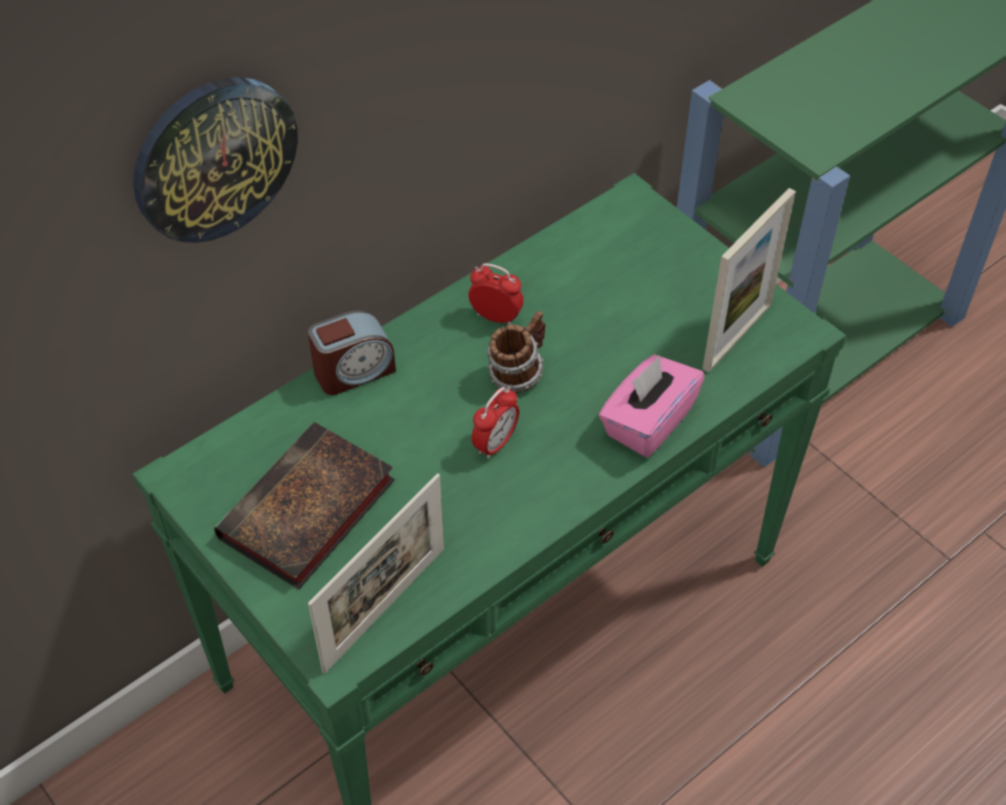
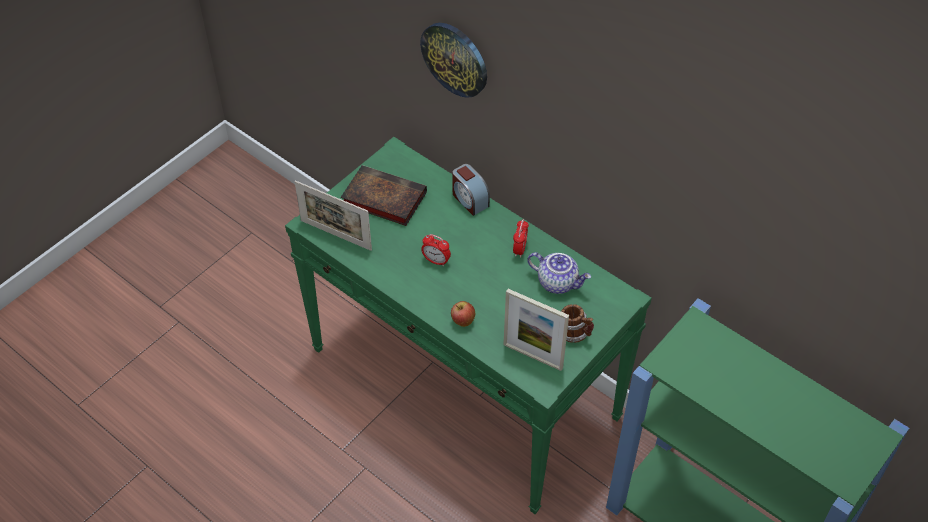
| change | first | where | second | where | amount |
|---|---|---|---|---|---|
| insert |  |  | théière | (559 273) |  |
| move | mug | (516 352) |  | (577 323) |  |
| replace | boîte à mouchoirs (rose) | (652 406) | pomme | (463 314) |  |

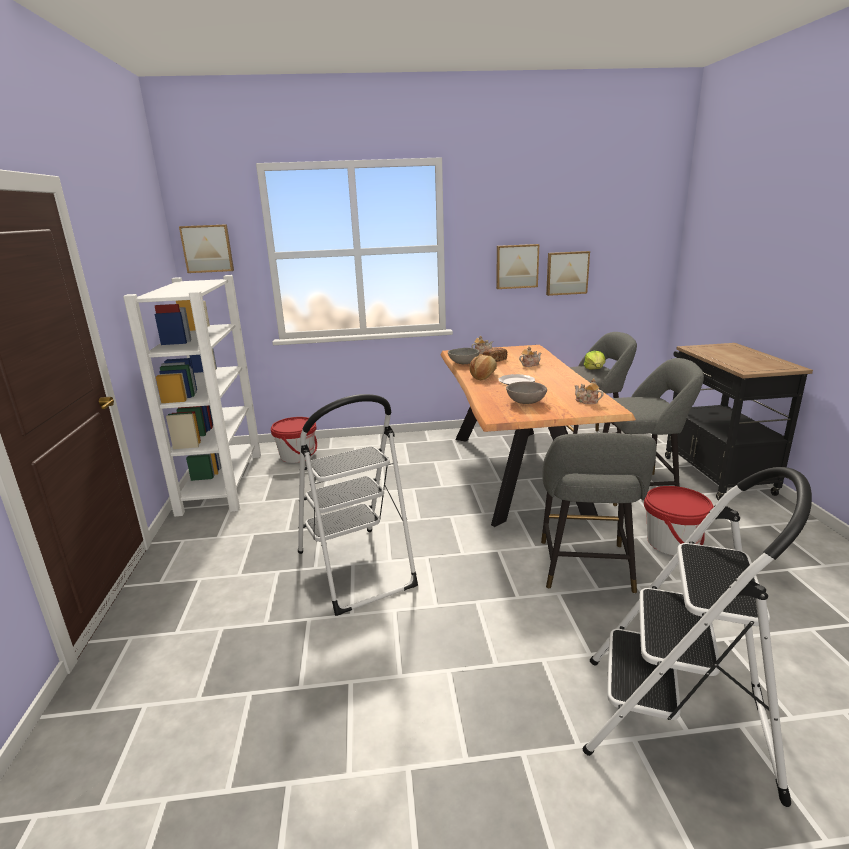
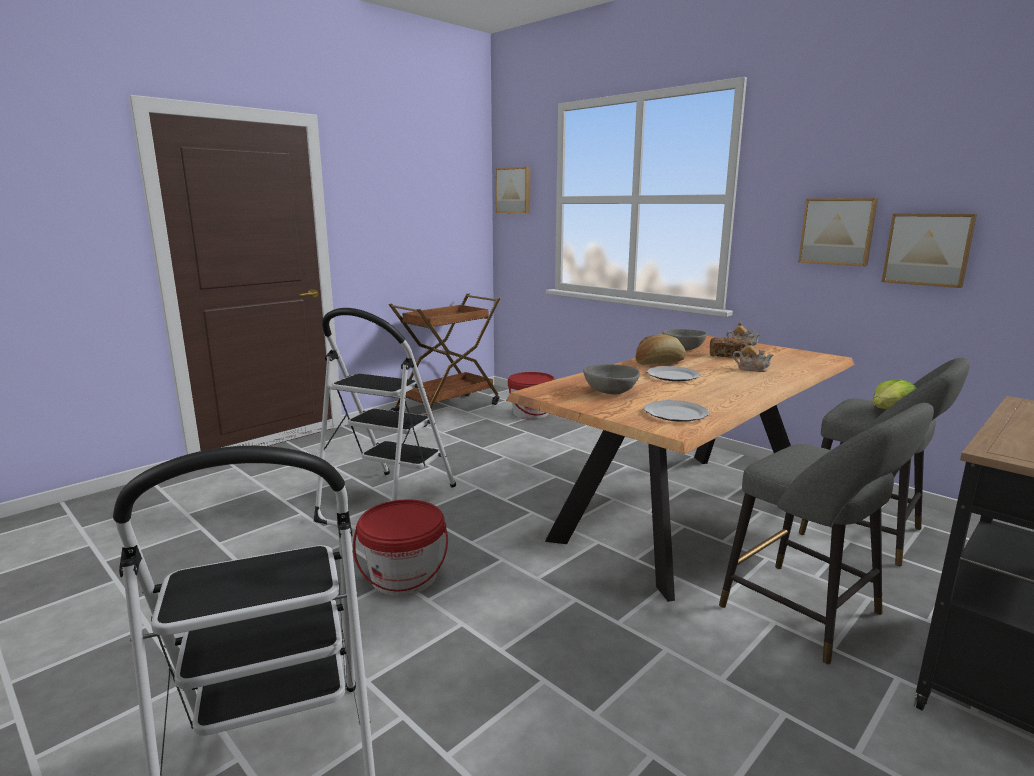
| change | first | where | second | where | amount |
|---|---|---|---|---|---|
| delete | tabouret (gris) | (598 513) |  |  |  |
| move | seau (rouge) | (679 521) |  | (400 547) |  |
| replace | bibliothèque (blanc) | (192 396) | chariot (marron) | (444 360) |  |
| replace | théière | (589 391) | assiette | (676 411) |  |

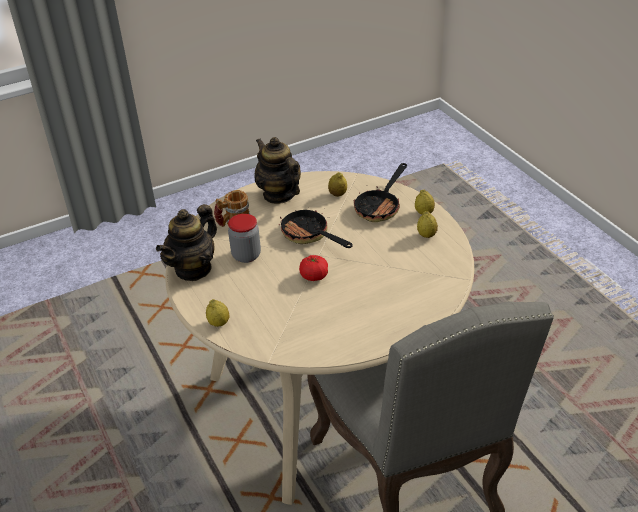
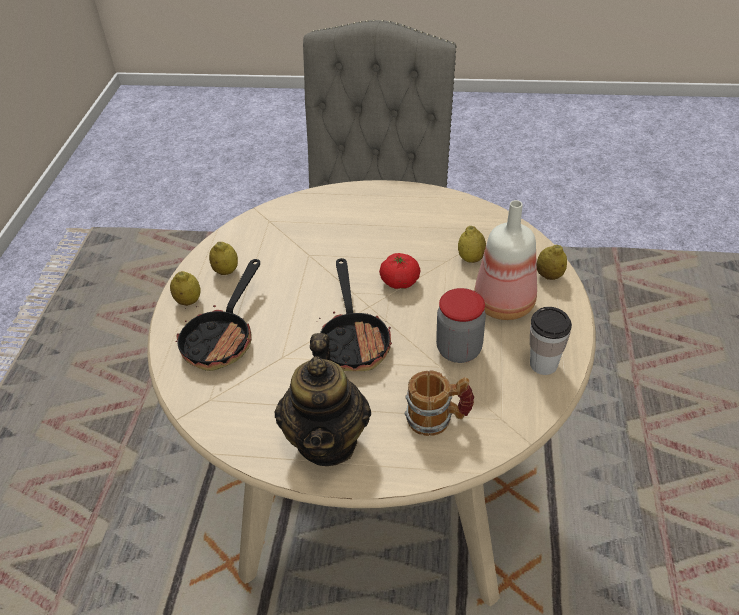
| change | first | where | second | where | amount |
|---|---|---|---|---|---|
| insert |  |  | bouteille | (505 260) |  |
| move | citron | (337 184) |  | (472 244) |  |
| replace | théière | (186 242) | tasse | (551 341) |  |
| rotate | poêle | (380 192) |  | (217 315) | 135 degrees clockwise |

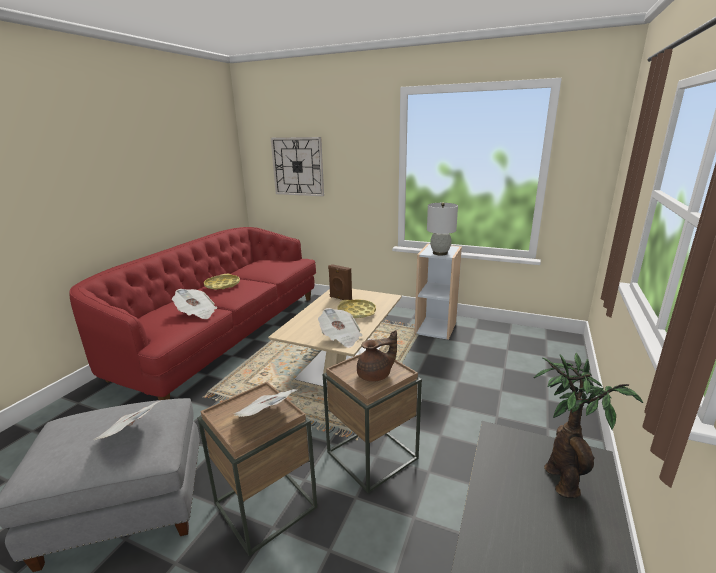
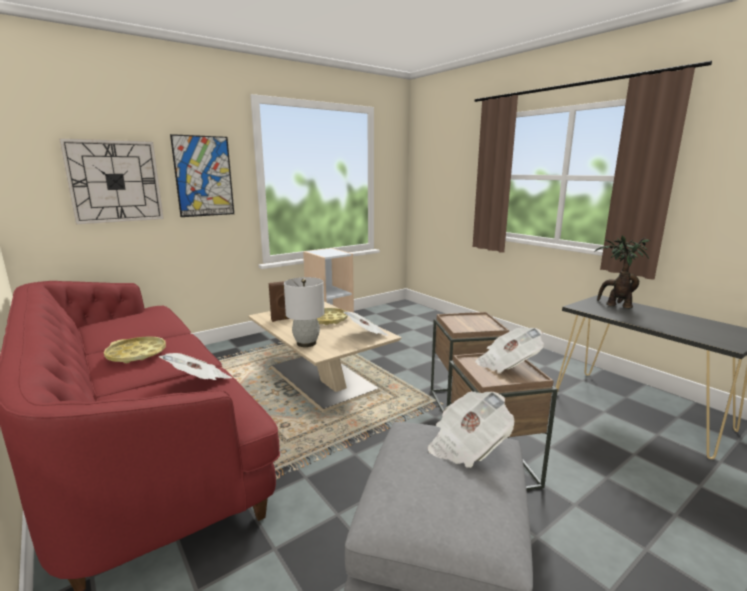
| change | first | where | second | where | amount |
|---|---|---|---|---|---|
| delete | théière (marron) | (377 356) |  |  |  |
| insert |  |  | tableau | (202 175) |  |
| move | lampe de table (blanc) | (442 229) |  | (304 312) |  |

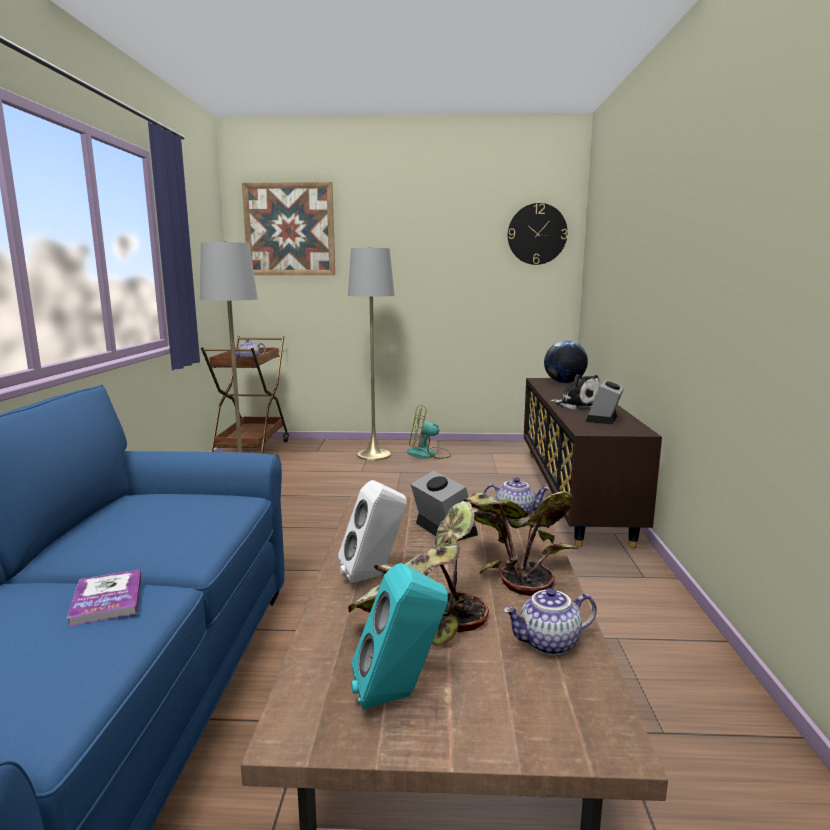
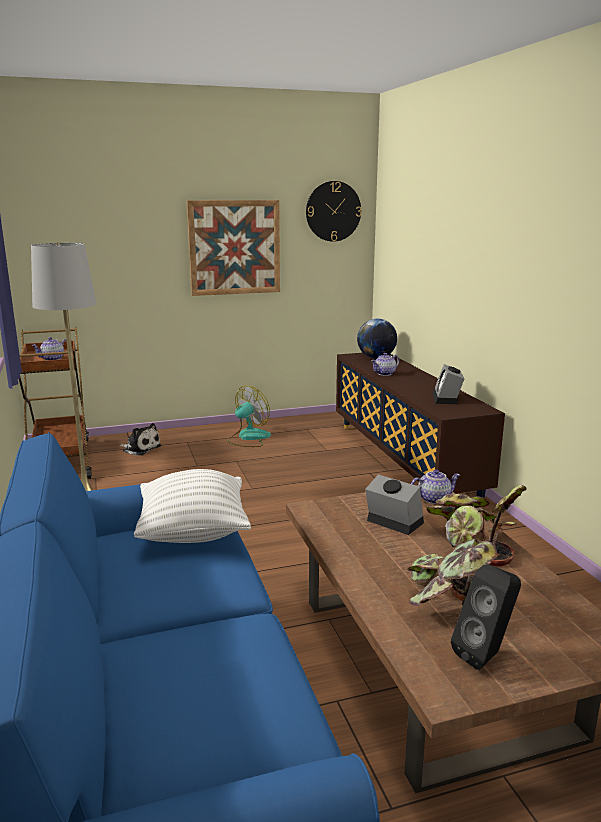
| change | first | where | second | where | amount |
|---|---|---|---|---|---|
| delete | livre | (104 597) |  |  |  |
| delete | enceinte (blanc) | (372 531) |  |  |  |
| delete | lampadaire (gris) | (371 354) |  |  |  |
| insert |  |  | coussin (blanc) | (192 506) |  |
| move | tableau | (288 228) |  | (233 248) |  |
| move | théière | (550 622) |  | (385 364) |  |
| move | peluche | (575 392) |  | (140 439) |  |
| recolor | enceinte (turquoise) | (399 636) | enceinte (noir) | (486 617) |  |
| rotate | ventilateur | (429 432) |  | (249 416) | 150 degrees clockwise |

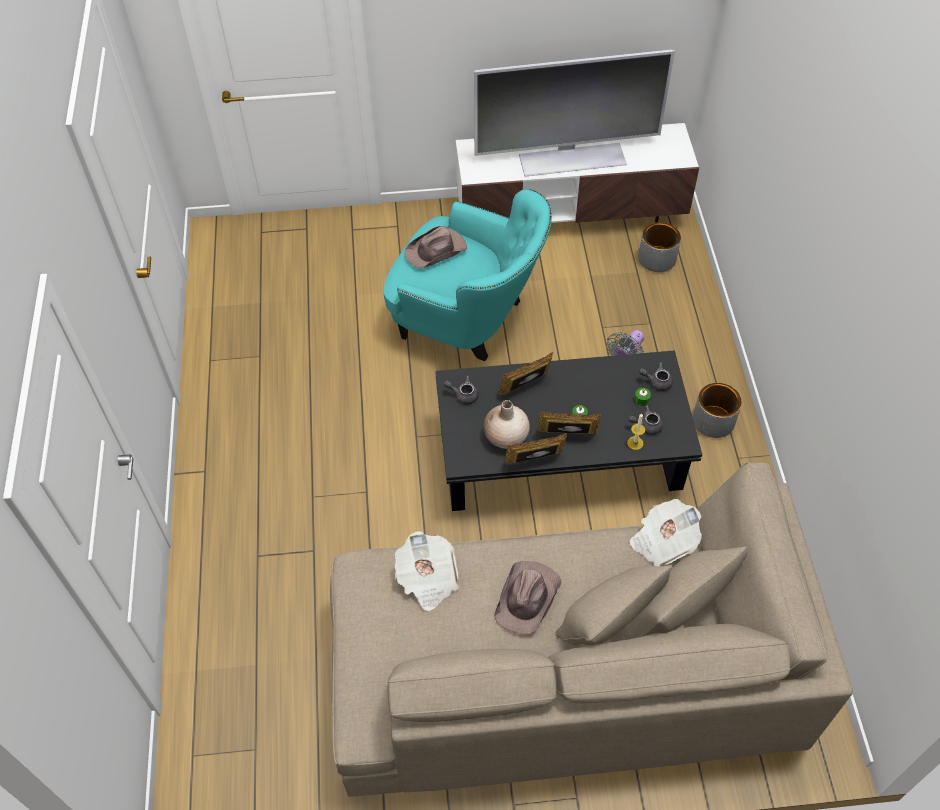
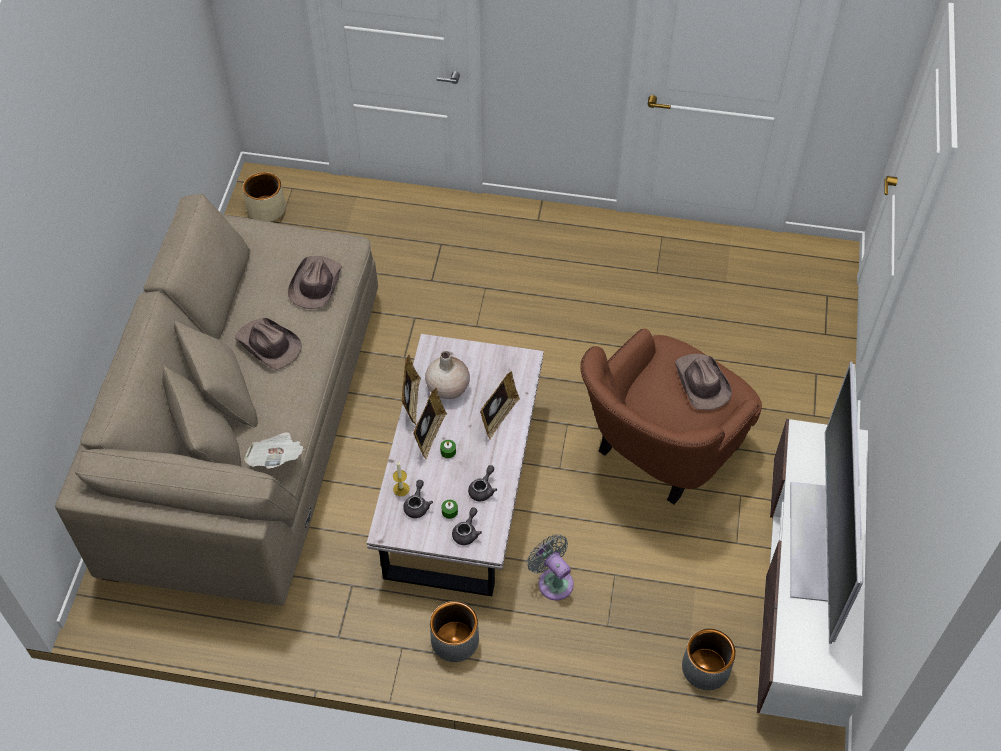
| change | first | where | second | where | amount |
|---|---|---|---|---|---|
| insert |  |  | cache-pot (beige) | (264 197) |  |
| move | théière (gris) | (461 390) |  | (482 483) |  |
| replace | journal | (427 571) | chapeau (marron) | (315 282) |  |
| recolor | fauteuil (turquoise) | (468 275) | fauteuil (marron) | (671 417) |  |
| recolor | table basse (noir) | (568 430) | table basse (blanc) | (455 465) |  |
| rotate | cadre photo | (525 373) |  | (500 405) | 45 degrees clockwise |

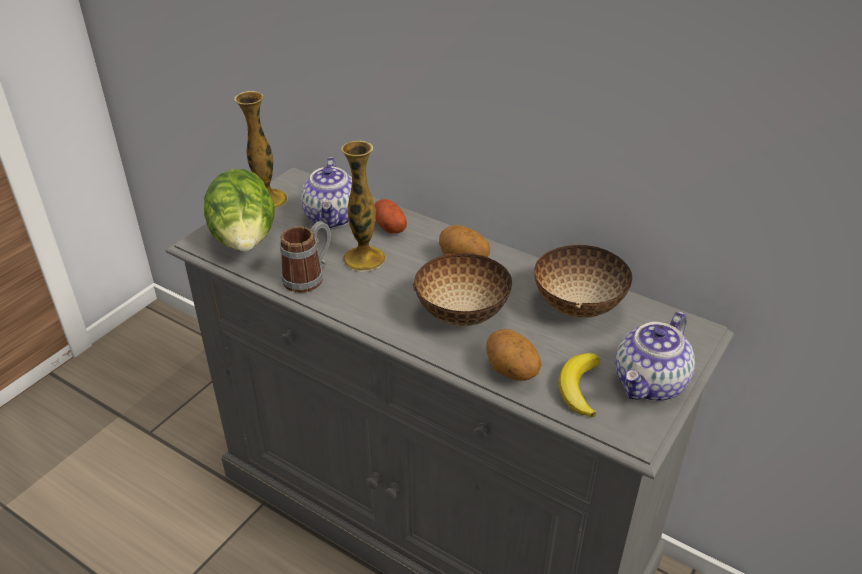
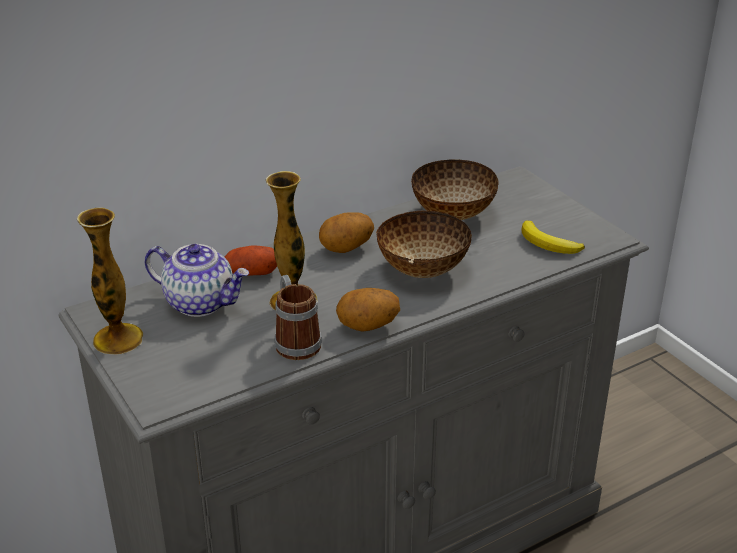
| change | first | where | second | where | amount |
|---|---|---|---|---|---|
| delete | laitue | (239 210) |  |  |  |
| delete | théière | (655 356) |  |  |  |
| move | pomme de terre | (513 355) |  | (368 310) |  |

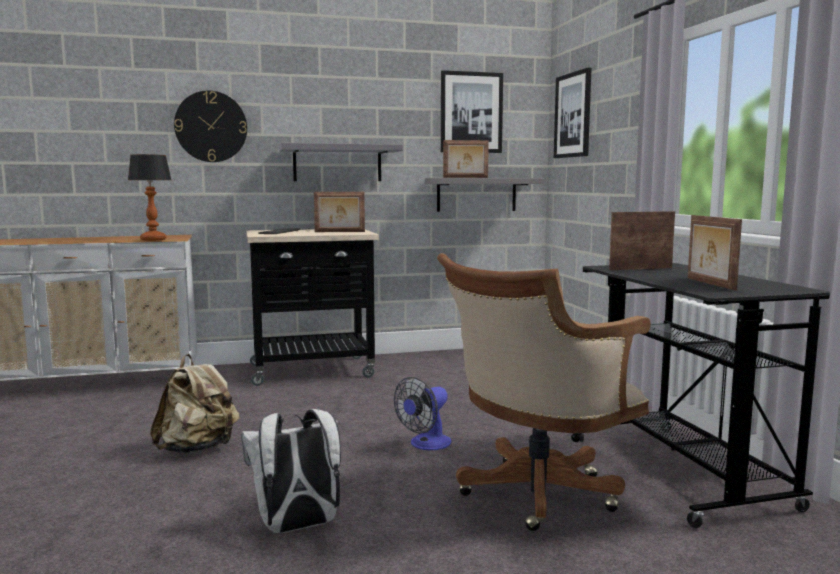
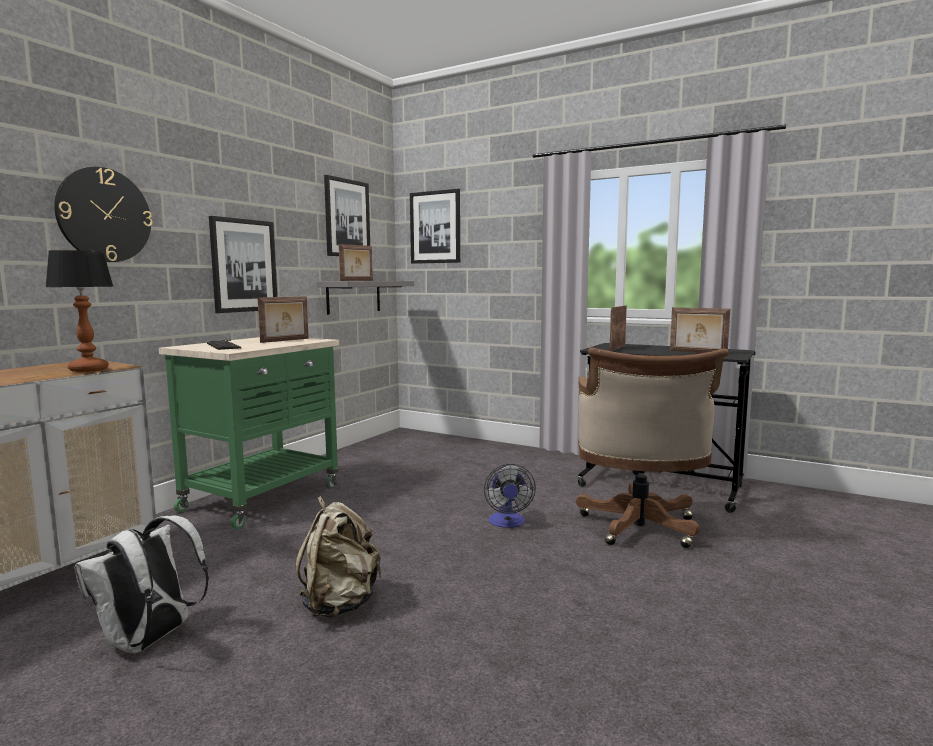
| change | first | where | second | where | amount |
|---|---|---|---|---|---|
| move | sac à dos (blanc) | (291 471) |  | (142 584) |  |
| replace | étagère (gris) | (341 162) | tableau | (243 264) |  |
| recolor | chariot (noir) | (312 307) | chariot (vert) | (249 433) |  |

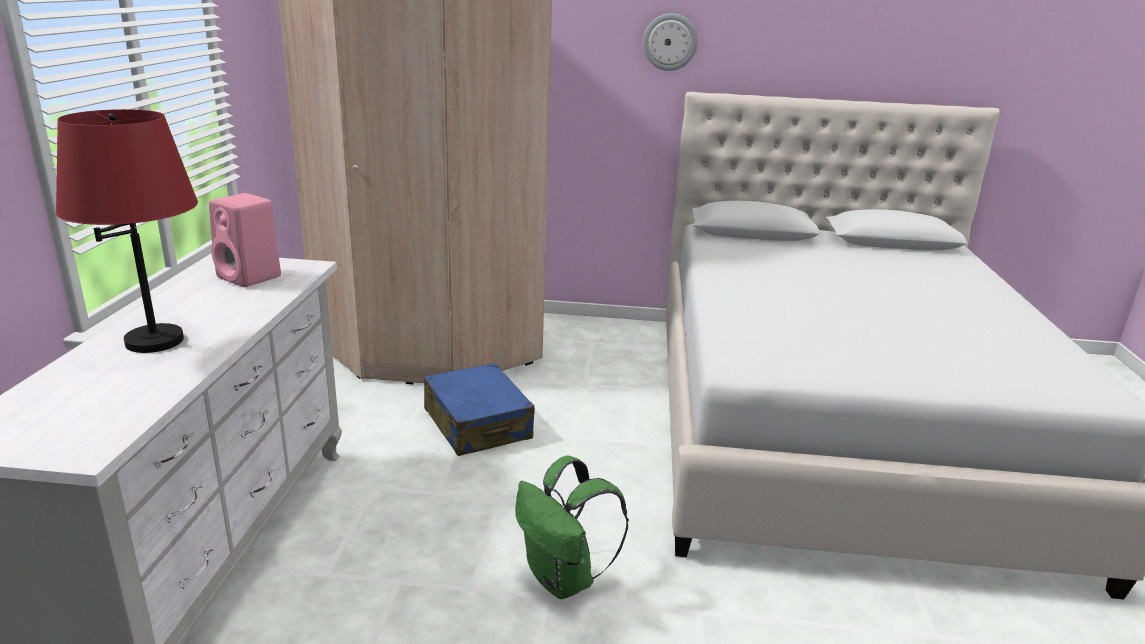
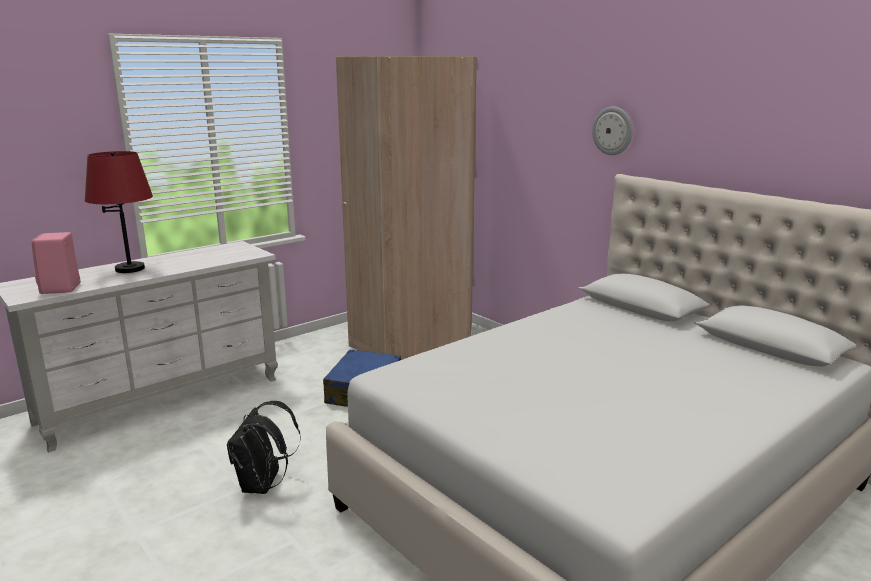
| change | first | where | second | where | amount |
|---|---|---|---|---|---|
| move | enceinte (rose) | (245 240) |  | (56 263) |  |
| recolor | sac à dos (vert) | (572 527) | sac à dos (noir) | (264 447) |  |

